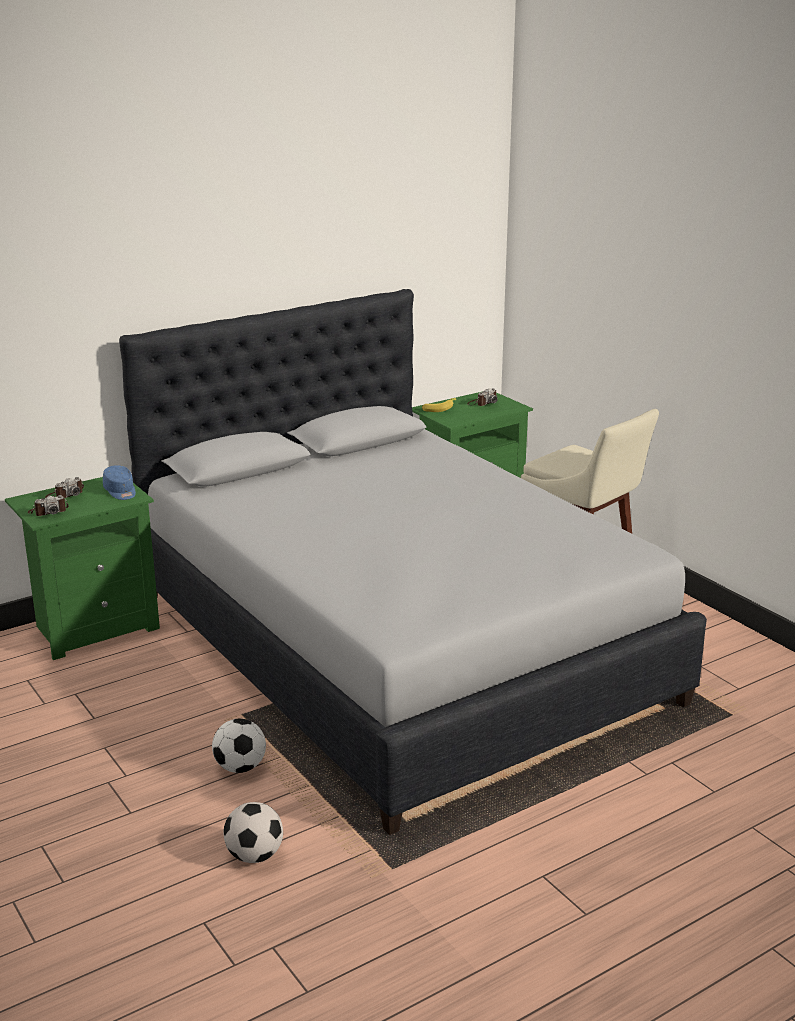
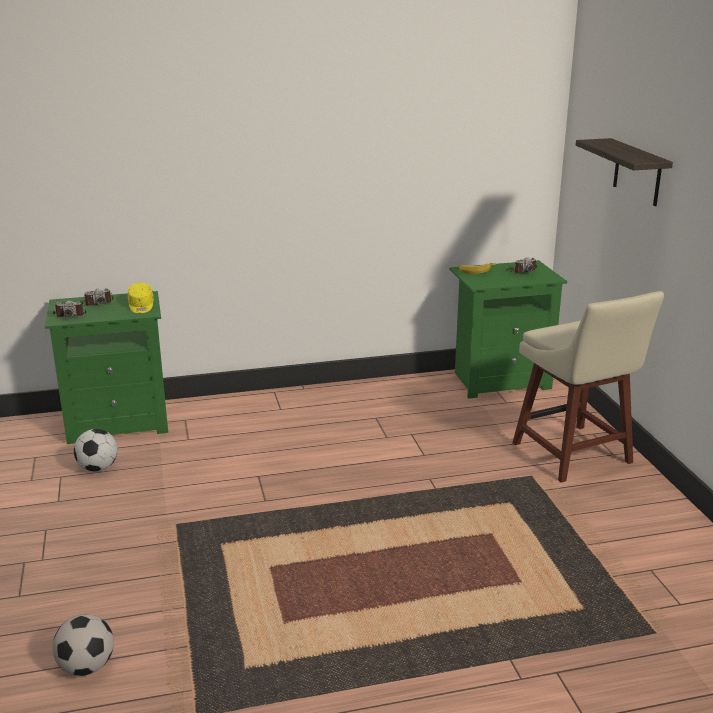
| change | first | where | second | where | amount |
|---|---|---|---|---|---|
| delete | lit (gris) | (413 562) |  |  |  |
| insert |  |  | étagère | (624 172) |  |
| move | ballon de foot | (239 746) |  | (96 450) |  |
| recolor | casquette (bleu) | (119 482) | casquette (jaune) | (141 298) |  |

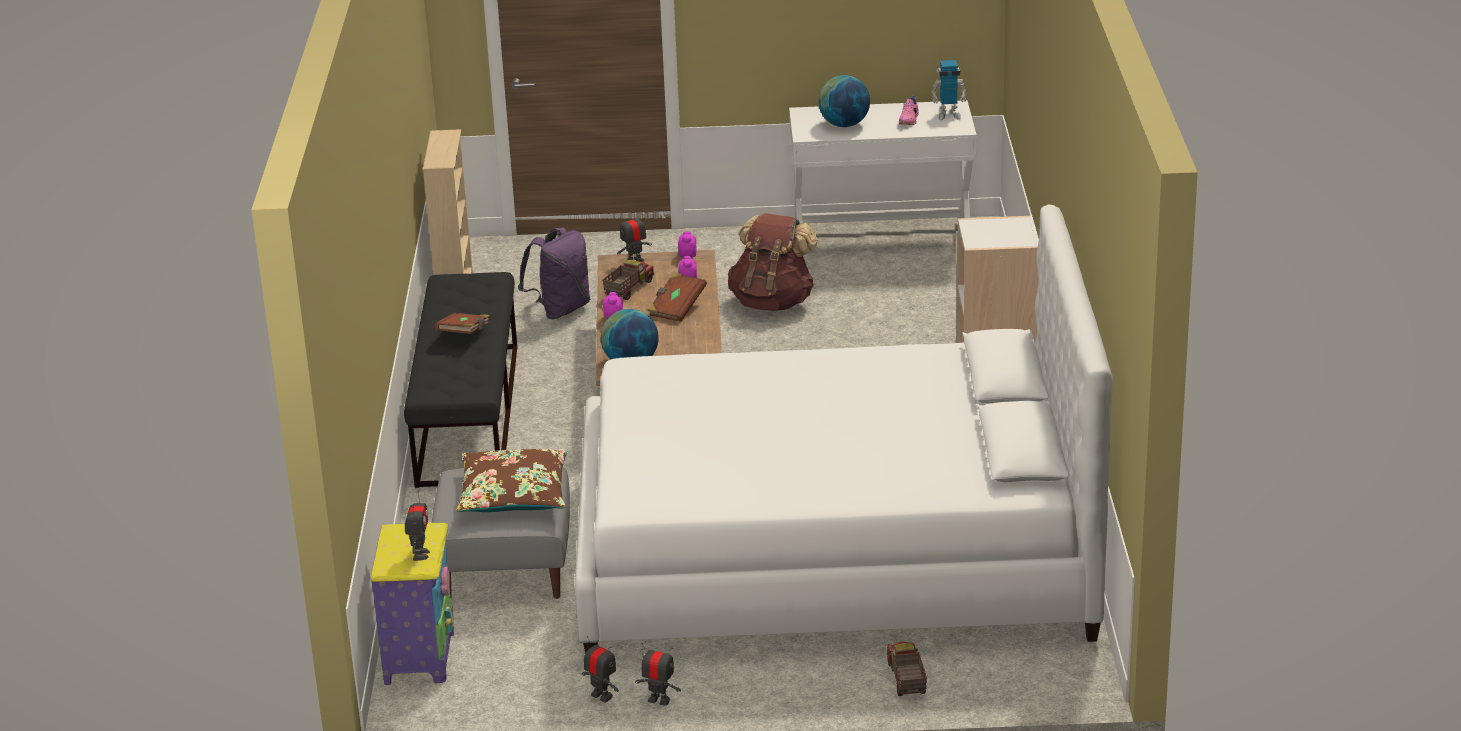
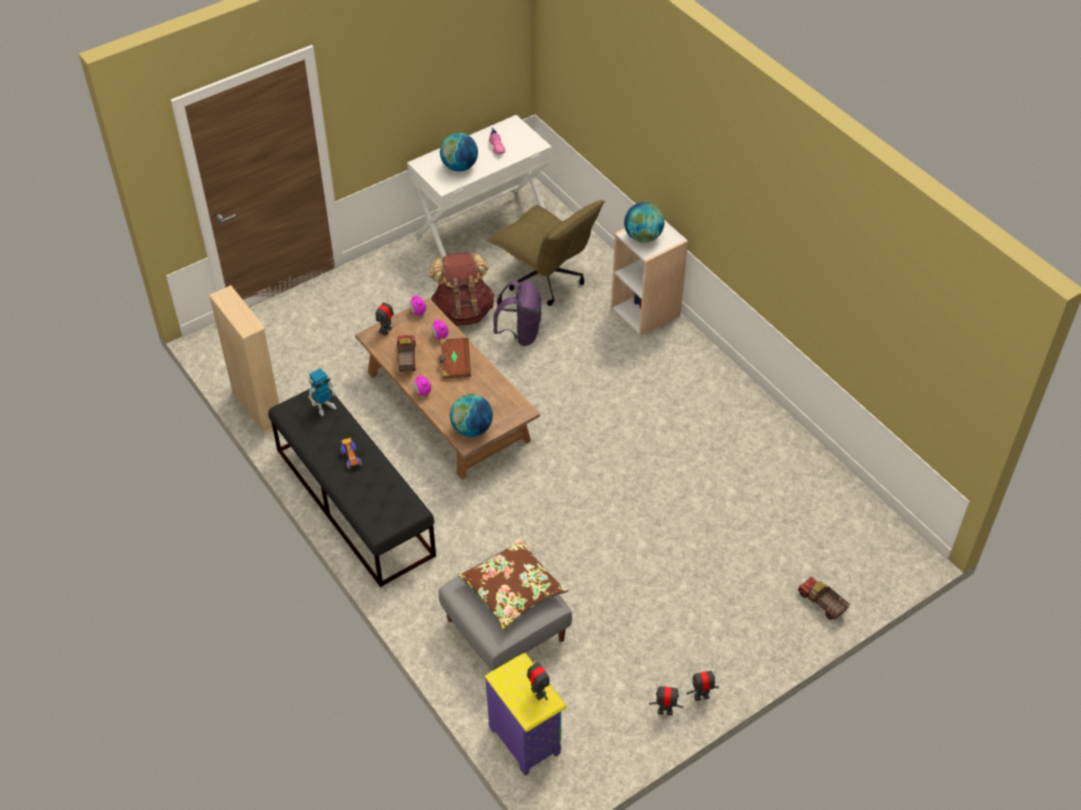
| change | first | where | second | where | amount |
|---|---|---|---|---|---|
| delete | lit (blanc) | (844 428) |  |  |  |
| insert |  |  | chaise de bureau (beige) | (546 253) |  |
| insert |  |  | globe | (644 222) |  |
| move | sac à dos (violet) | (554 273) |  | (517 313) |  |
| move | robot jouet | (949 90) |  | (322 392) |  |
| replace | livre (marron) | (462 323) | petite voiture | (351 453) |  |

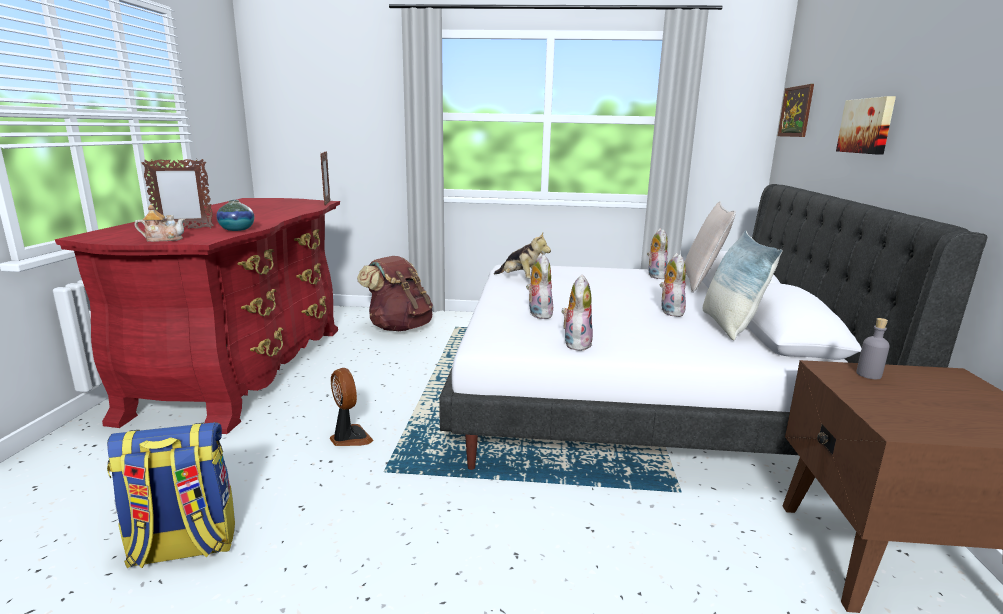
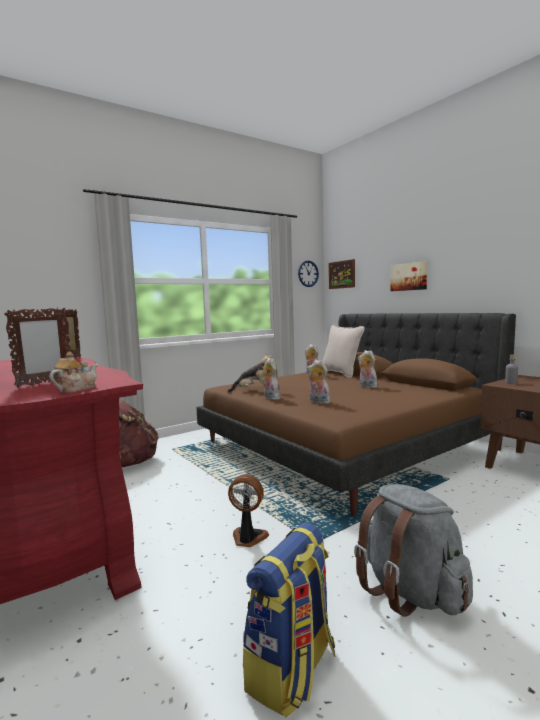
| change | first | where | second | where | amount |
|---|---|---|---|---|---|
| delete | vase | (235 215) |  |  |  |
| delete | coussin | (742 285) |  |  |  |
| insert |  |  | horloge murale | (308 273) |  |
| insert |  |  | sac à dos (gris) | (413 550) |  |
| move | peluche | (577 313) |  | (271 379) |  |
| recolor | lit (blanc) | (713 327) | lit (marron) | (356 414) |  |

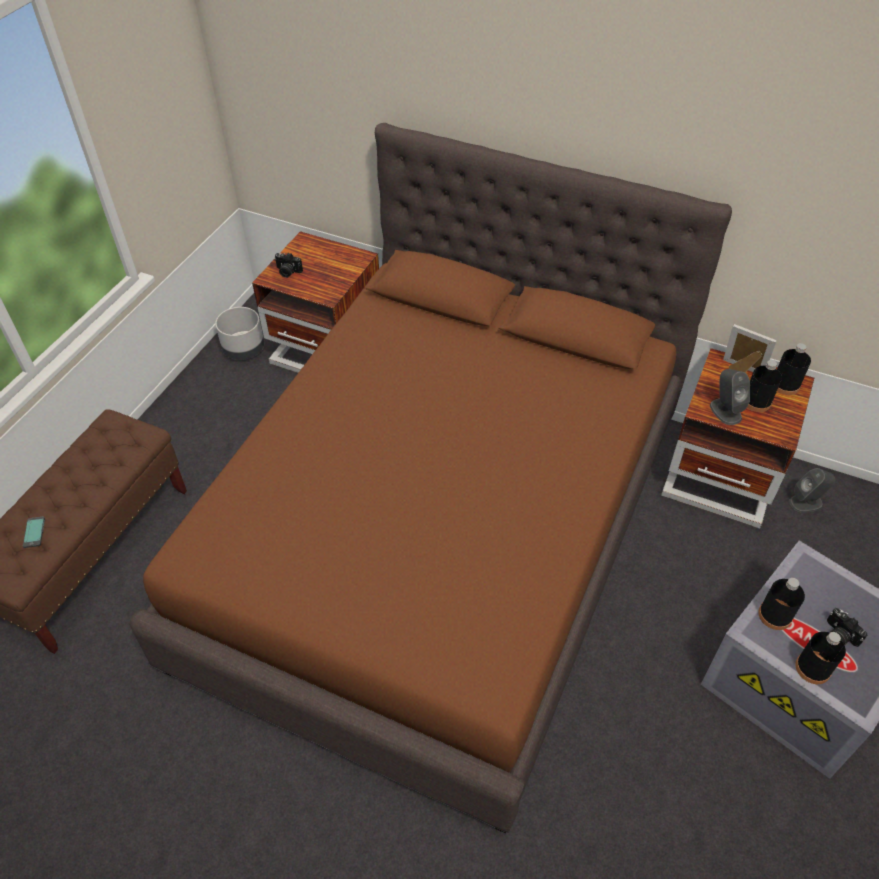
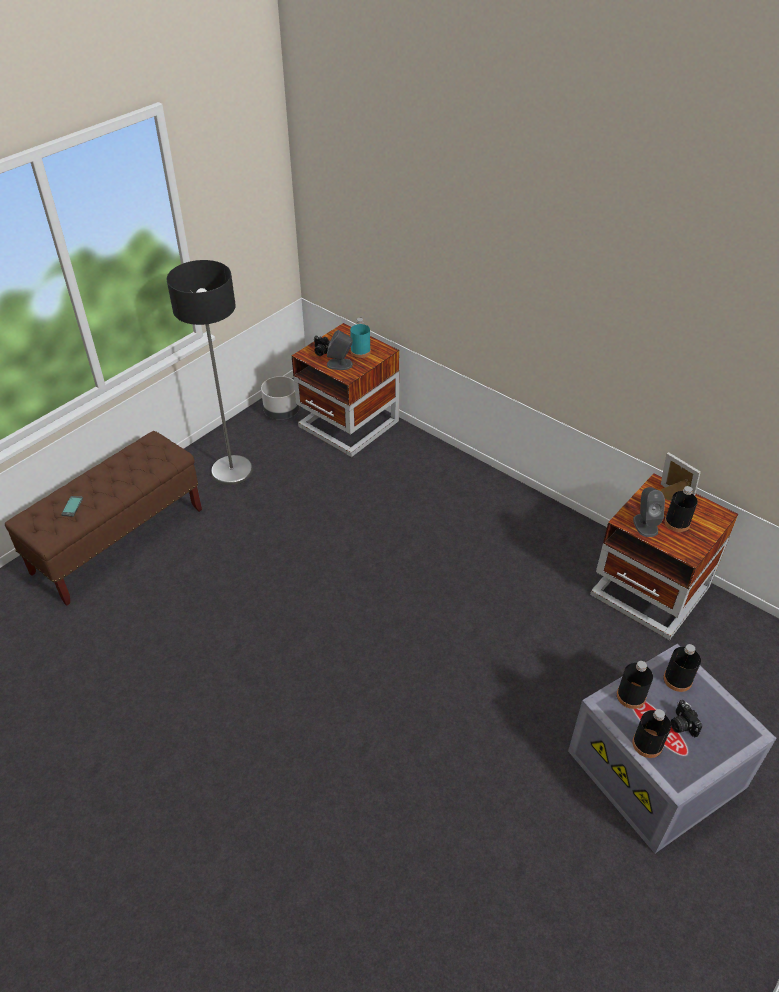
| change | first | where | second | where | amount |
|---|---|---|---|---|---|
| delete | lit (marron) | (430 478) |  |  |  |
| insert |  |  | lampadaire | (210 372) |  |
| insert |  |  | bouteille (turquoise) | (360 338) |  |
| move | bouteille (noir) | (794 369) |  | (682 668) |  |
| move | enceinte (gris) | (812 490) |  | (340 350) |  |

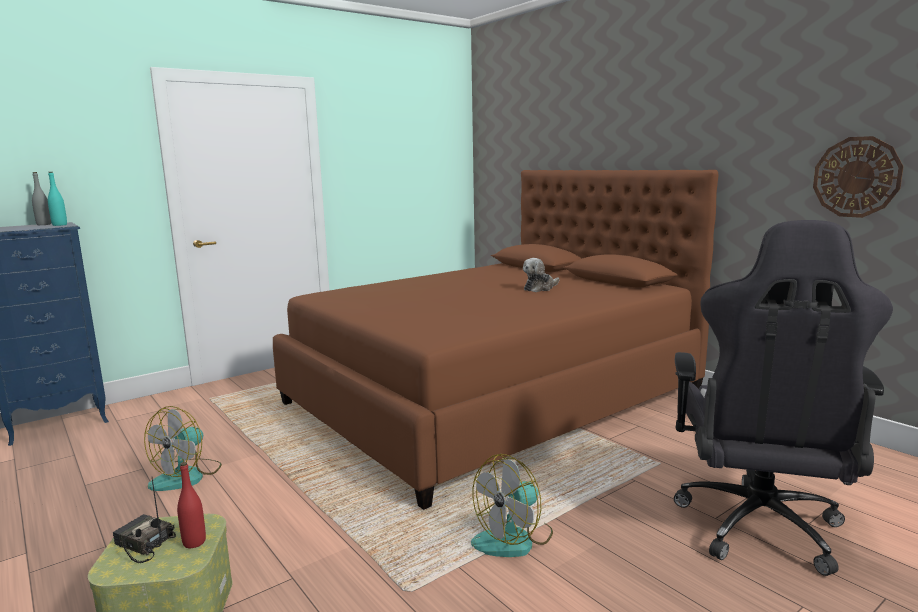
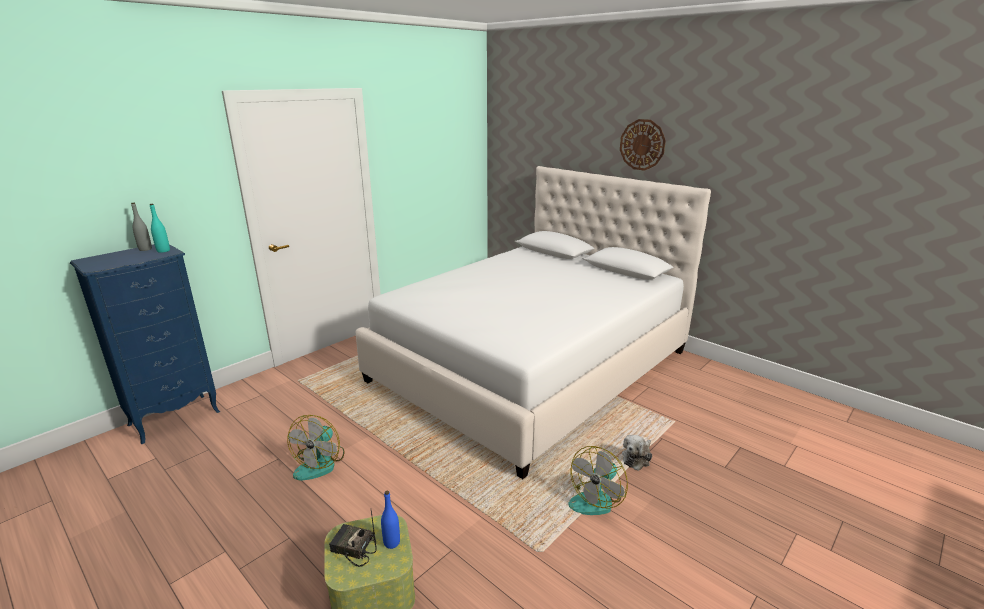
| change | first | where | second | where | amount |
|---|---|---|---|---|---|
| delete | chaise de bureau (noir) | (783 398) |  |  |  |
| move | peluche | (541 275) |  | (637 453) |  |
| move | horloge murale | (858 177) |  | (643 145) |  |
| recolor | bouteille (rouge) | (191 505) | bouteille (bleu) | (390 520) |  |
| recolor | lit (marron) | (495 340) | lit (blanc) | (533 322) |  |

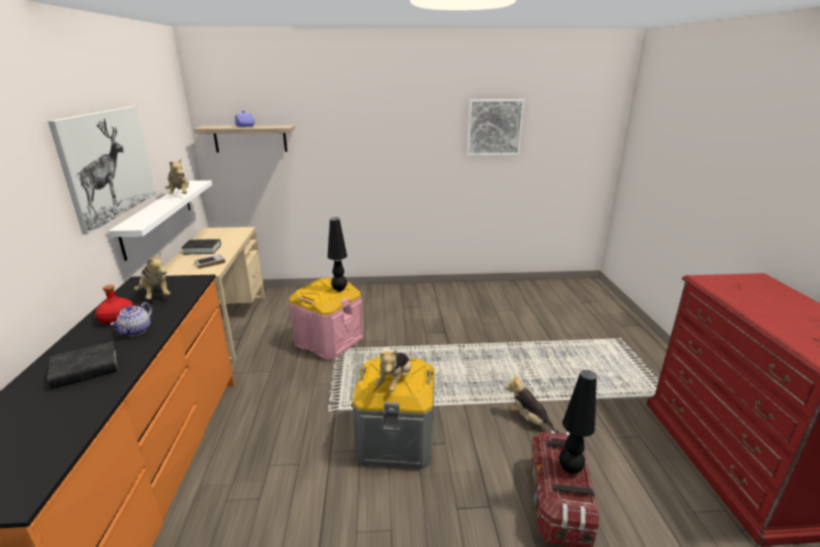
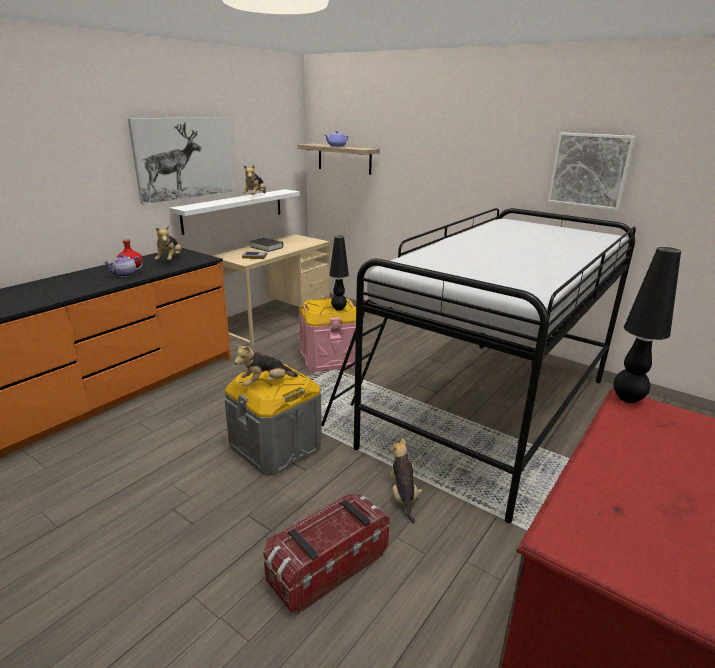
| change | first | where | second | where | amount |
|---|---|---|---|---|---|
| delete | livre (noir) | (82 365) |  |  |  |
| insert |  |  | lit (noir) | (478 365) |  |
| move | lampe de table (noir) | (578 422) |  | (647 325) |  |

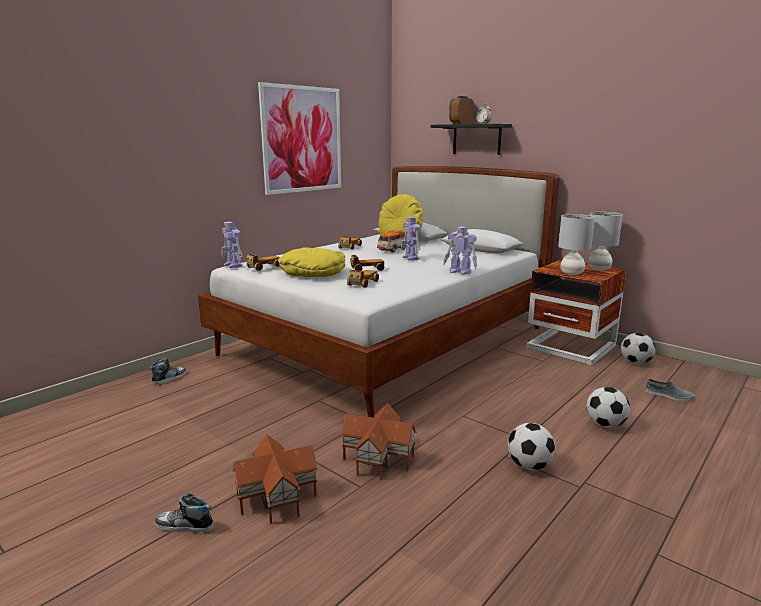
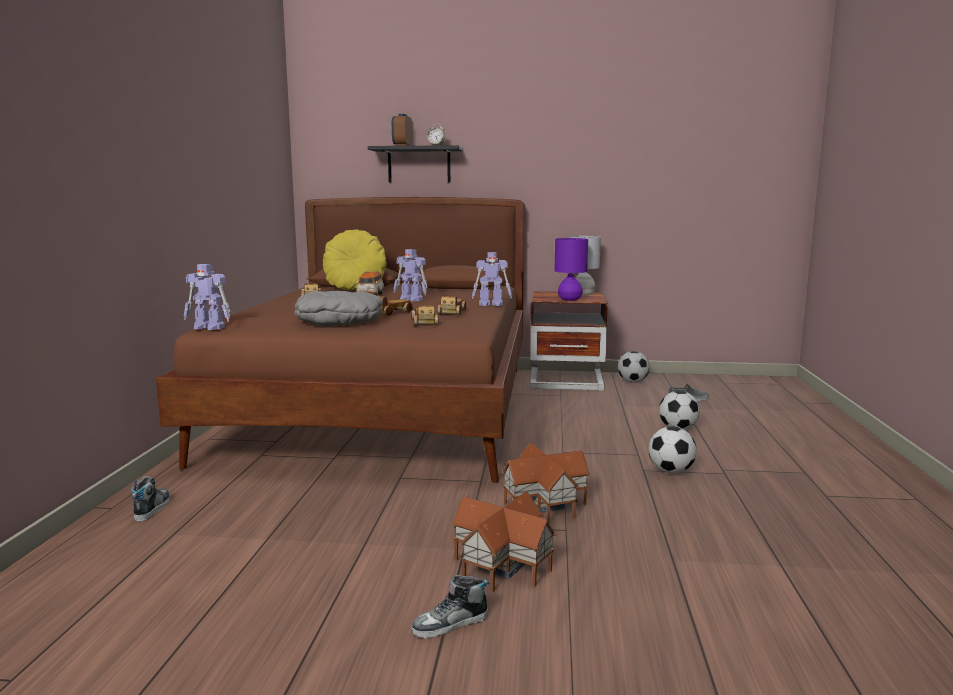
| change | first | where | second | where | amount |
|---|---|---|---|---|---|
| delete | tableau | (299 138) |  |  |  |
| move | petite voiture | (263 262) |  | (451 305) |  |
| recolor | lit (blanc) | (379 292) | lit (marron) | (340 340) |  |
| recolor | coussin (jaune) | (312 262) | coussin (gris) | (339 308) |  |
| recolor | lampe de table (gris) | (576 244) | lampe de table (violet) | (571 269) |  |

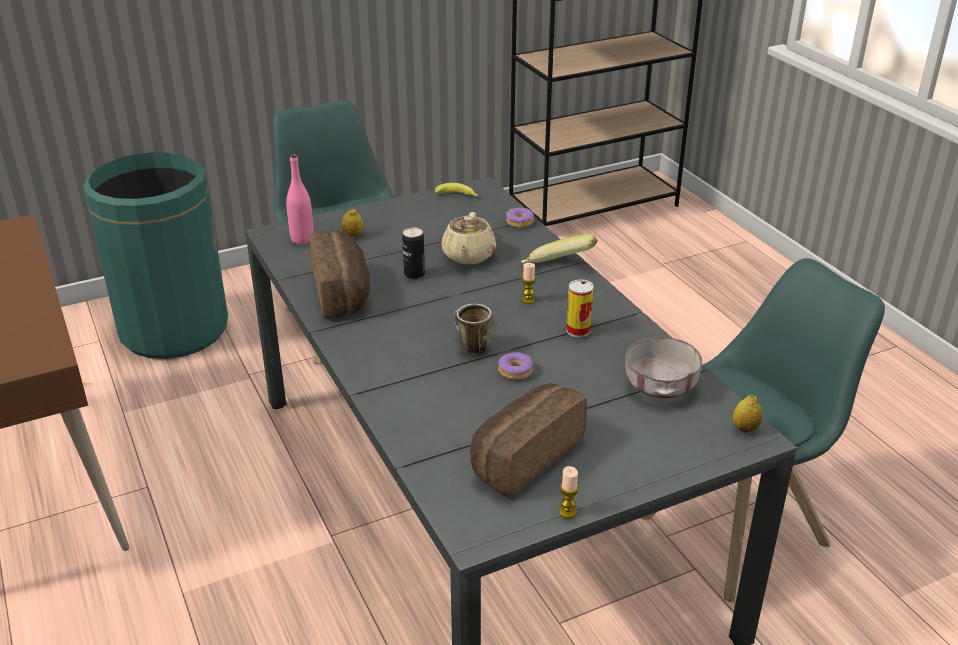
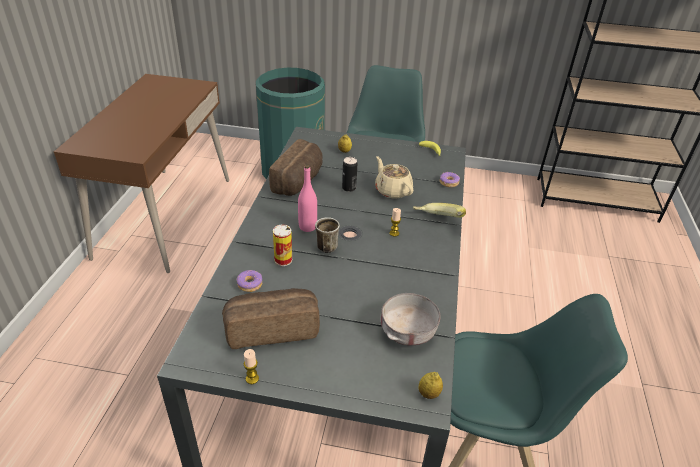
| change | first | where | second | where | amount |
|---|---|---|---|---|---|
| move | bouteille (rose) | (300 199) |  | (307 198) |  |
| move | beignet | (515 366) |  | (249 281) |  |
| move | boîte métallique | (580 308) |  | (282 245) |  |
| rotate | théière (beige) | (469 238) |  | (394 177) | 105 degrees clockwise |

